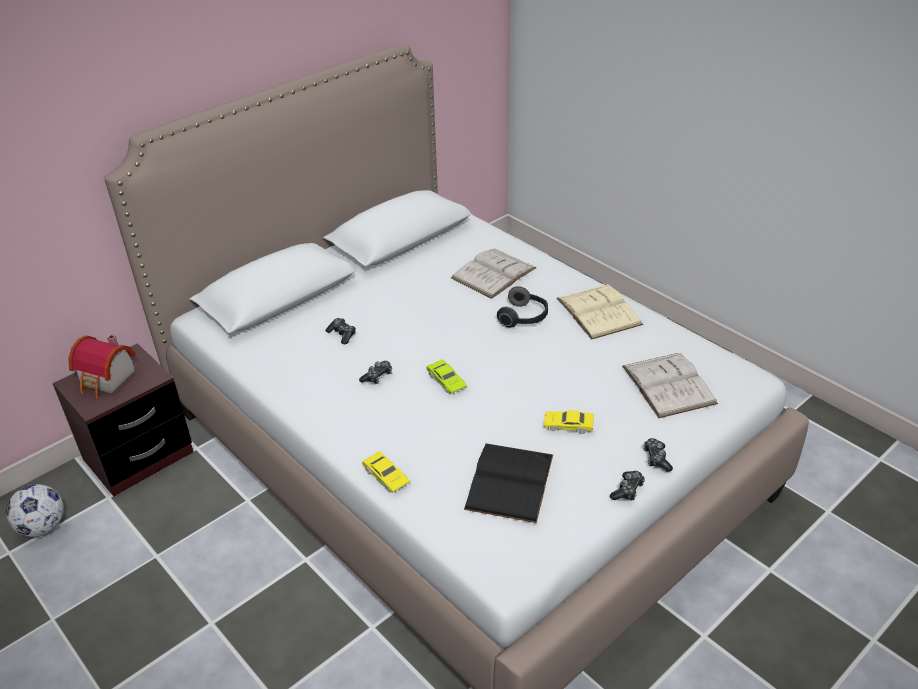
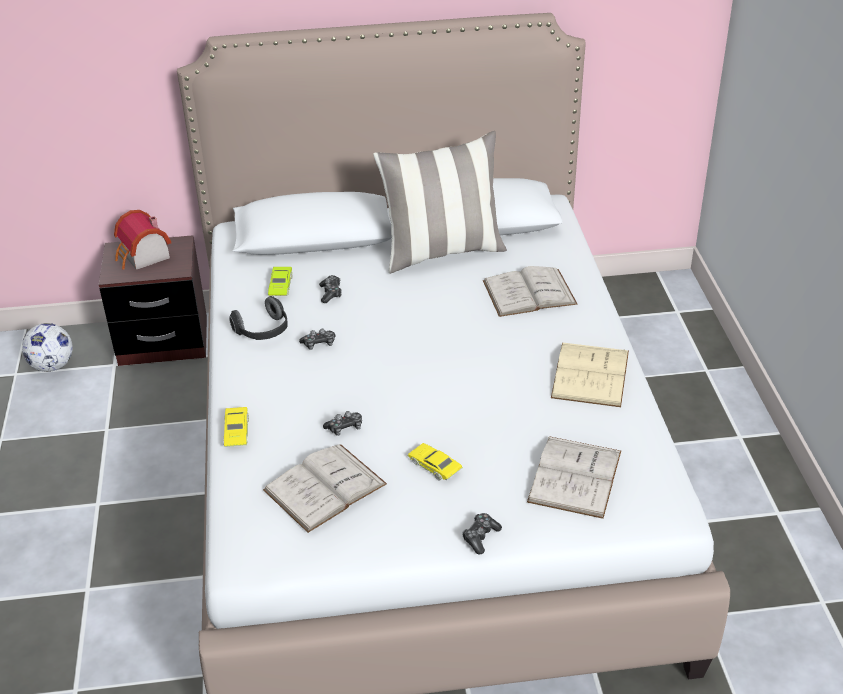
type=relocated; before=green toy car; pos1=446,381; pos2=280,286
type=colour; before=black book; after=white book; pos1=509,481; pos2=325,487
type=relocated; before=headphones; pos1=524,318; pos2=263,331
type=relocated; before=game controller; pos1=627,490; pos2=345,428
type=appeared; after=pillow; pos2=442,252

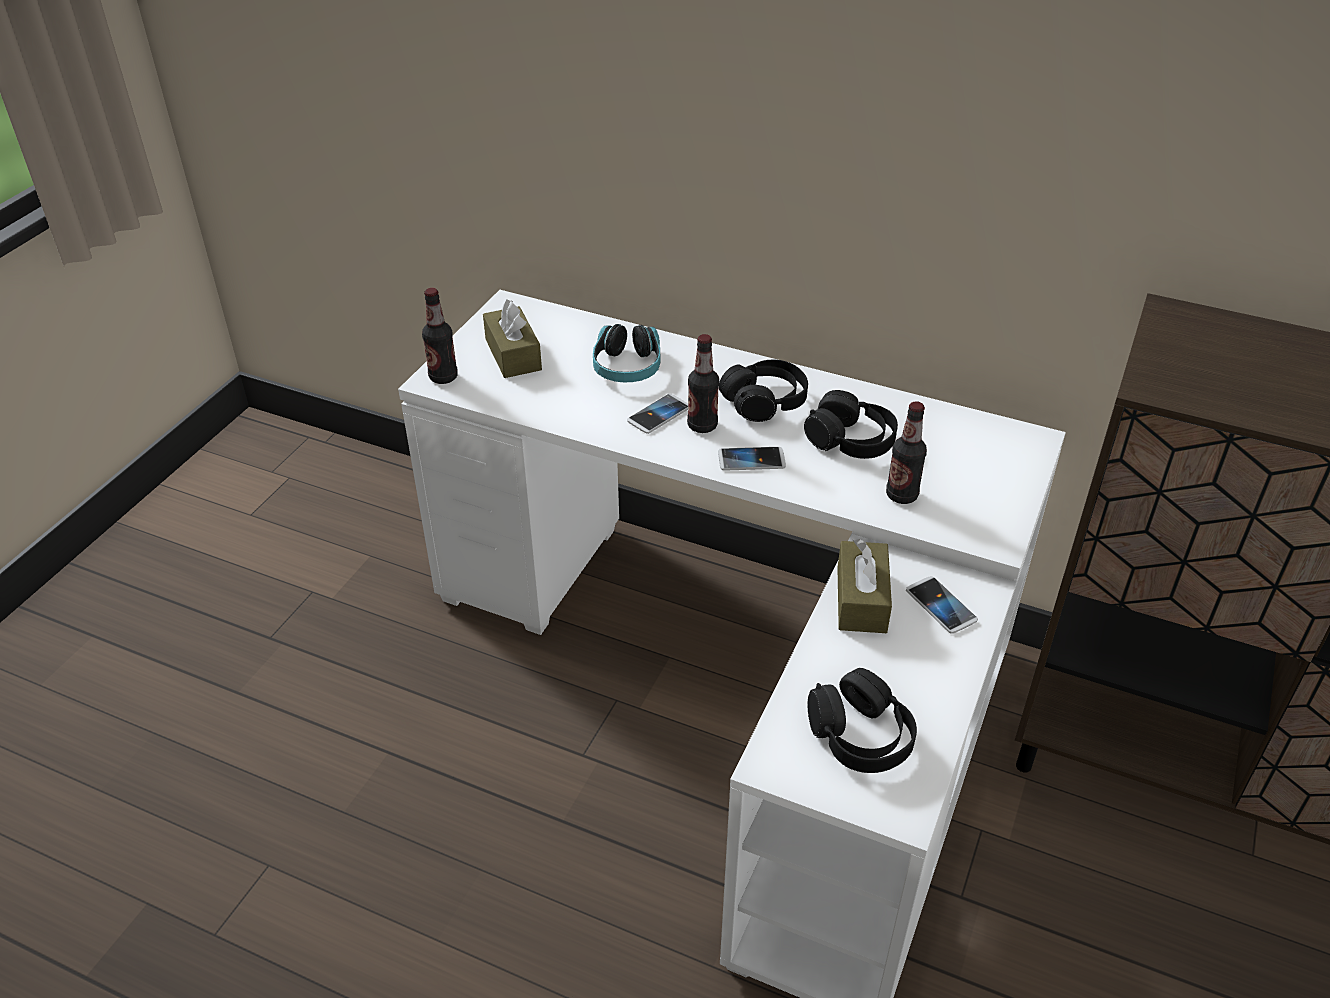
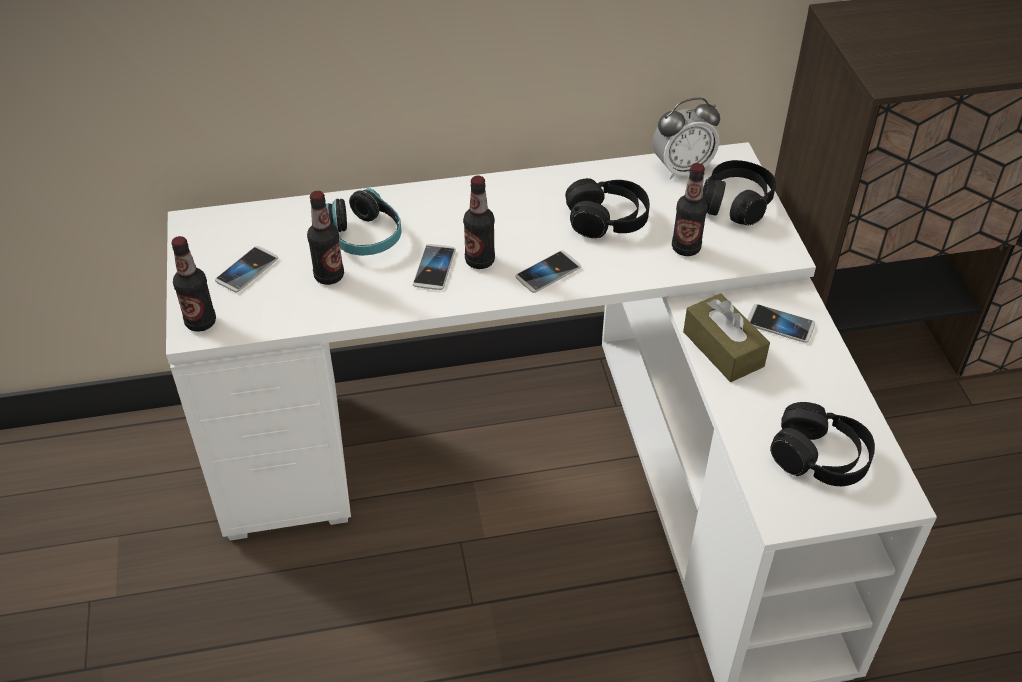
type=exchanged; before=brown tissue box; after=phone; pos1=513,354; pos2=247,270
type=relocated; before=black headphones; pos1=764,402; pos2=735,203
type=appeared; after=bottle; pos2=329,276
type=appeared; after=alarm clock; pos2=682,169

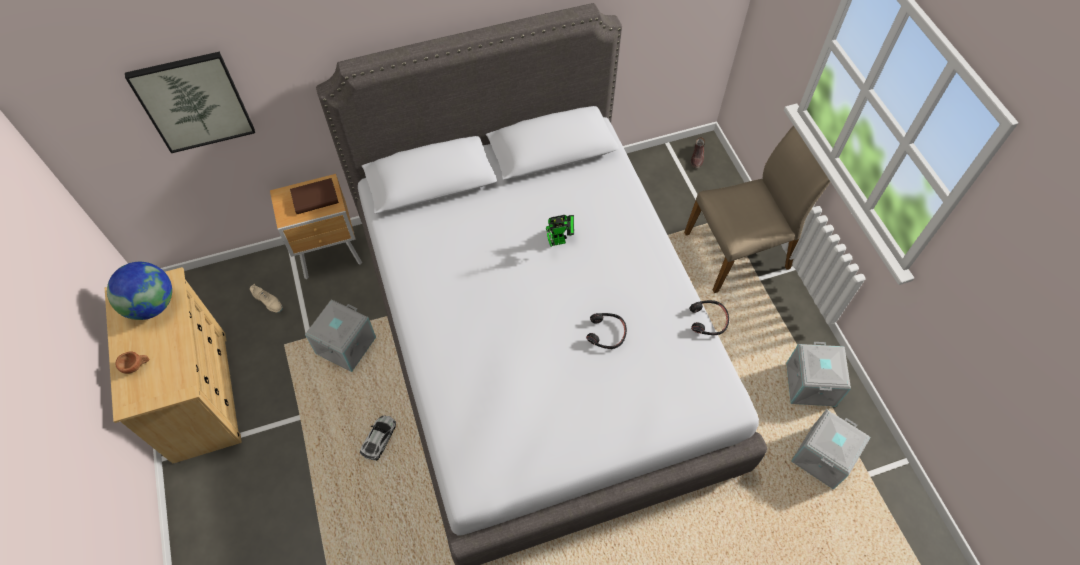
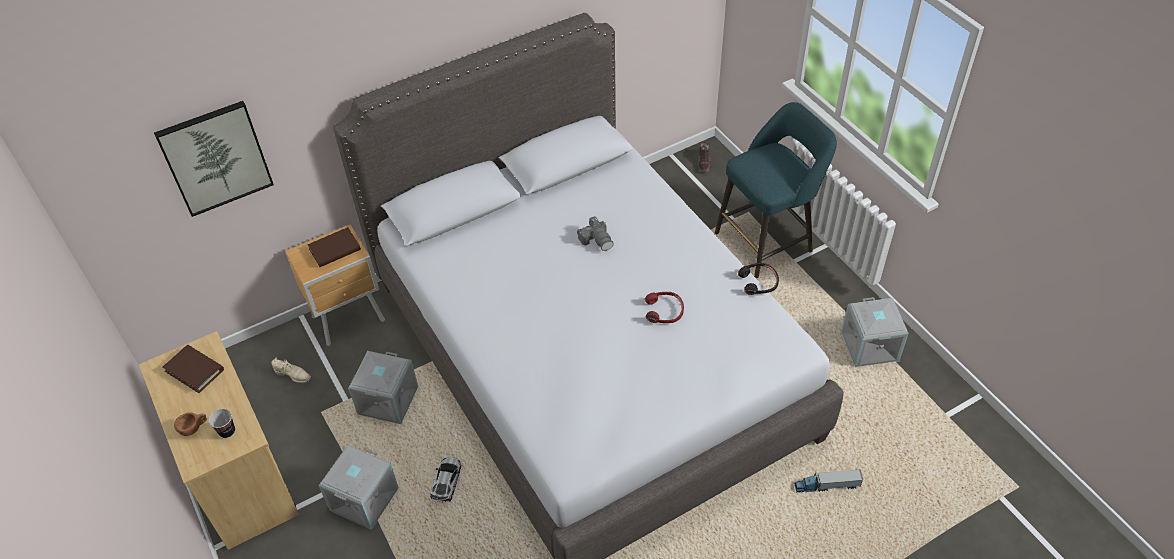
type=exchanged; before=globe; after=brown book; pos1=152,305; pos2=194,370
type=exchanged; before=toy robot; after=photo camera; pos1=560,241; pos2=597,240
type=colour; before=black headphones; after=red headphones; pos1=606,333; pos2=664,311
type=exchanged; before=beige chair; after=turquoise stool; pos1=738,251; pos2=768,240
type=relocated; before=grey storage box; pos1=821,456; pos2=363,498
type=appeared; after=cup; pos2=227,431
type=appeared; after=toy truck; pos2=827,486

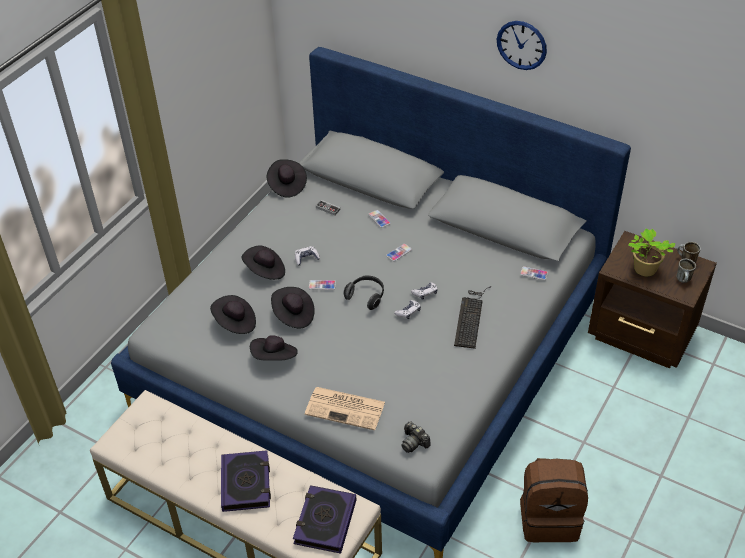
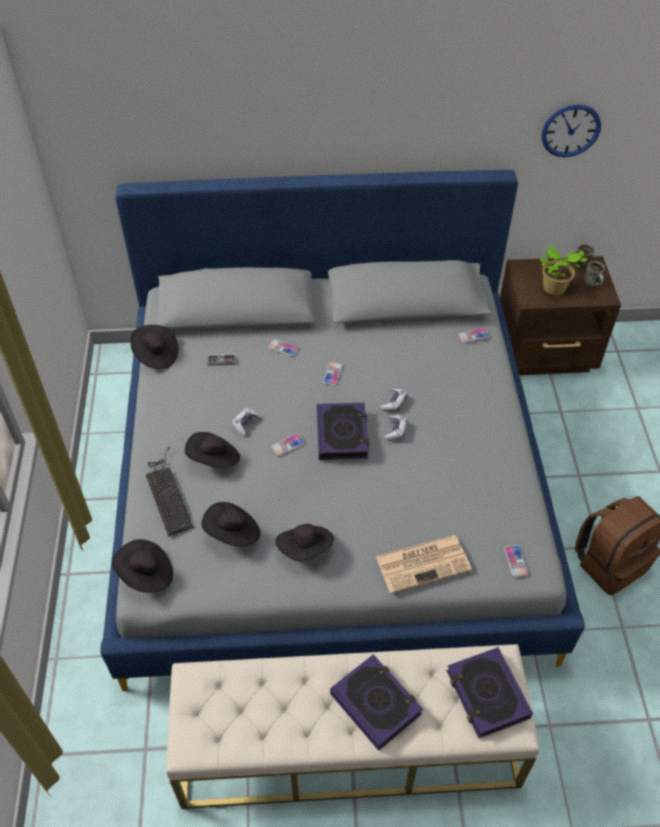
type=relocated; before=black hat; pos1=293,315; pos2=146,574
type=exchanged; before=headphones; after=book; pos1=366,296; pos2=342,434
type=exchanged; before=photo camera; after=phone; pos1=414,442; pos2=516,561
type=relocated; before=keyboard; pos1=470,317; pos2=167,493
type=relocated; before=wall clock; pos1=521,45; pos2=570,130

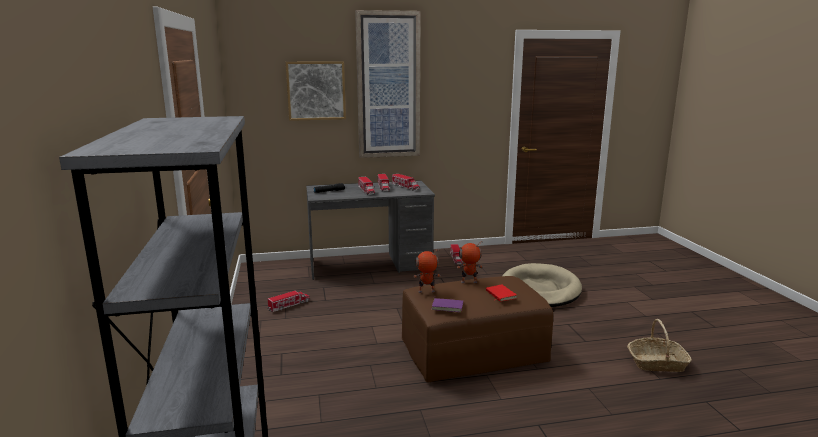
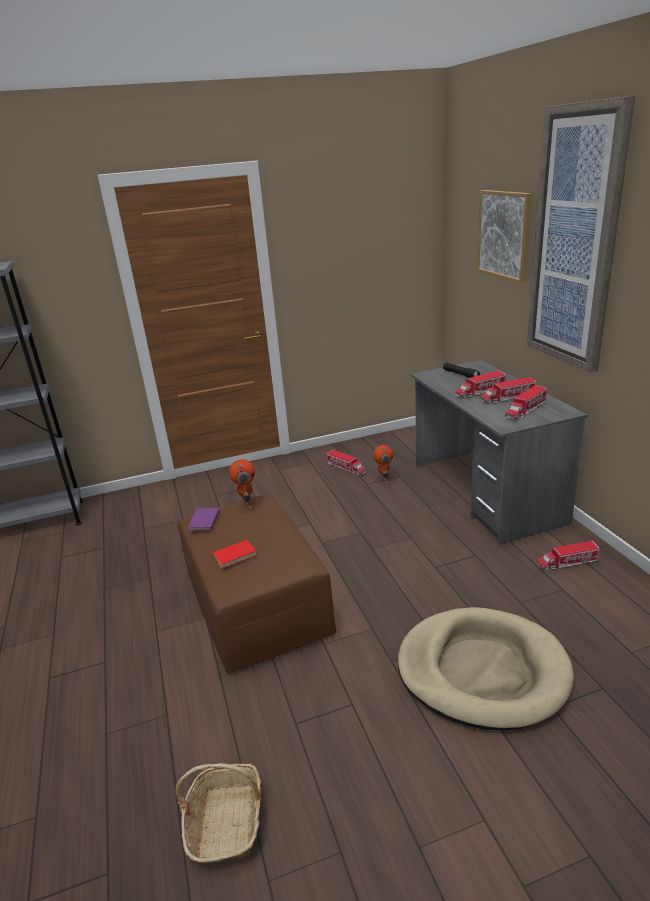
type=relocated; before=toy robot; pos1=469,282; pos2=383,480

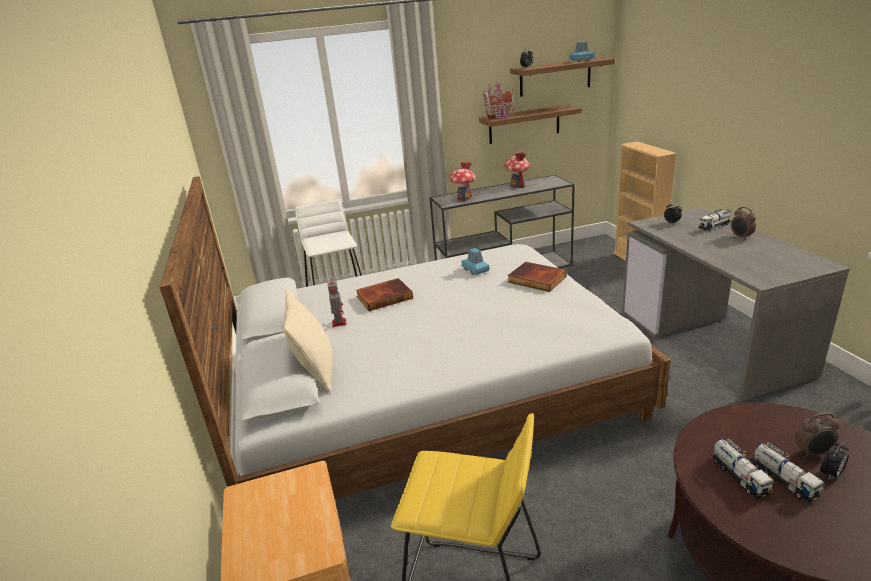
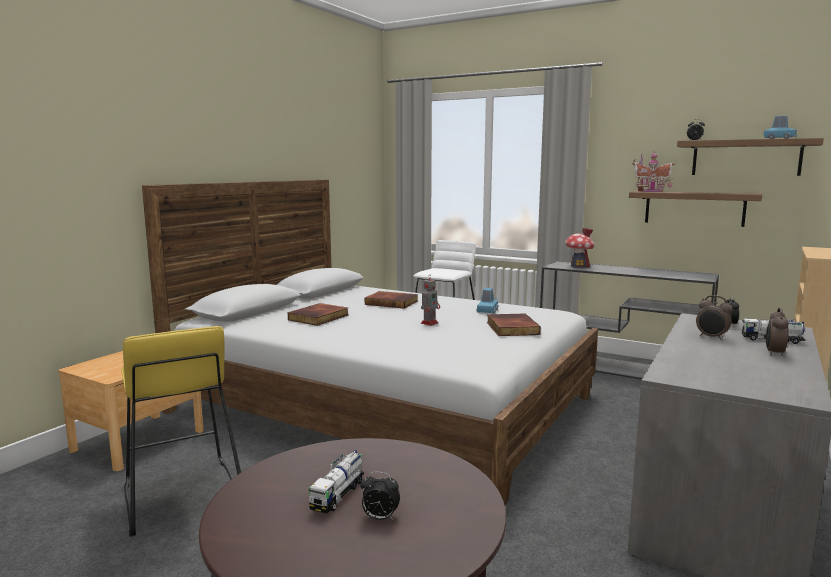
type=missing; before=beige pillow; pos1=316,371
type=relocated; before=toy robot; pos1=339,322; pos2=430,323
type=missing; before=toy house; pos1=517,185
type=missing; before=toy truck; pos1=738,476
type=relocated; before=alarm clock; pos1=812,453; pos2=711,337
type=appeared; after=book; pos2=319,318

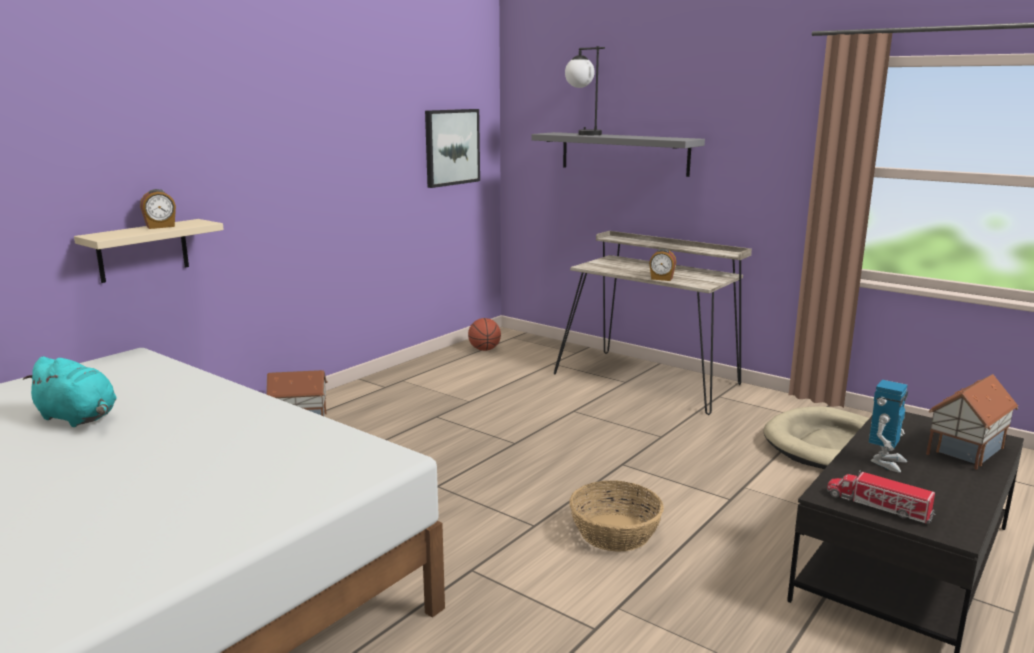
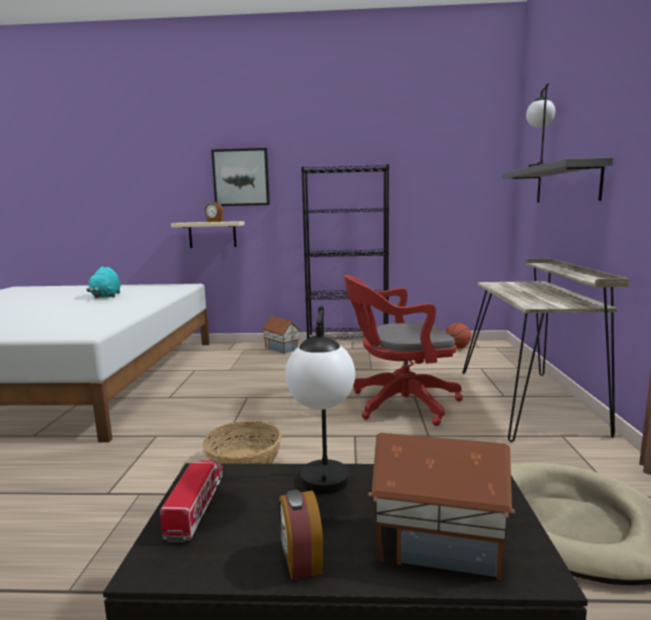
type=relocated; before=picture; pos1=451,147; pos2=241,177
type=relocated; before=alarm clock; pos1=661,279; pos2=300,560
type=exchanged; before=toy robot; after=table lamp; pos1=885,462; pos2=324,492
type=appeared; after=black bookcase; pos2=347,347
type=appeared; after=red office chair; pos2=398,404

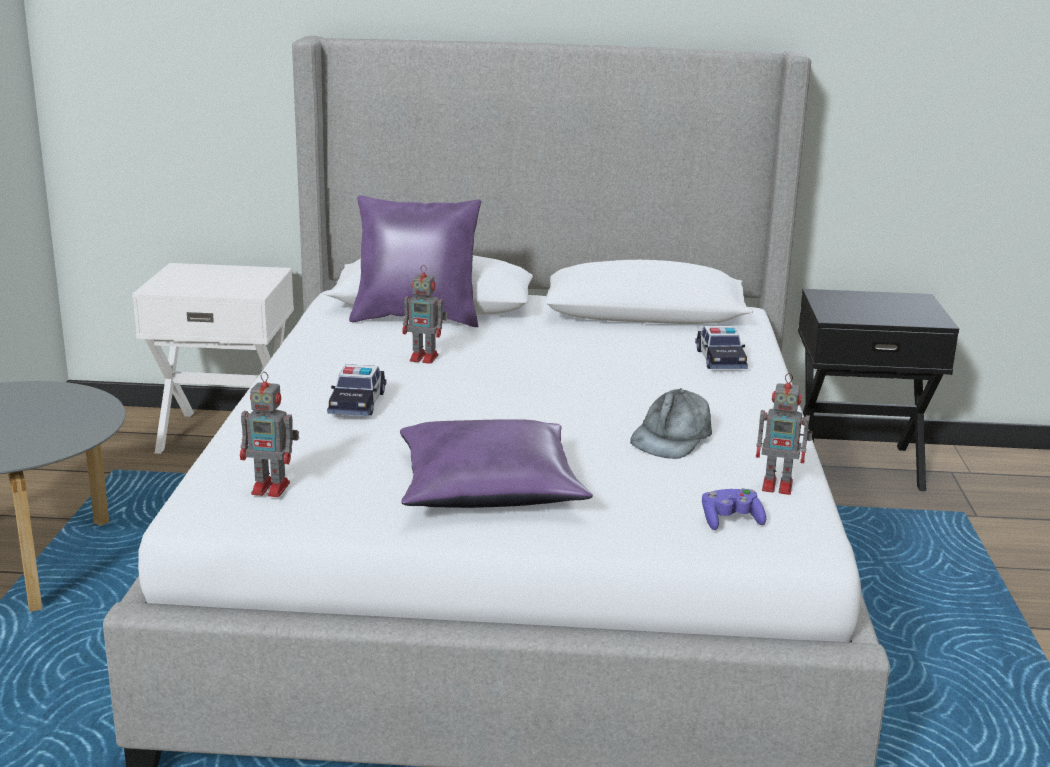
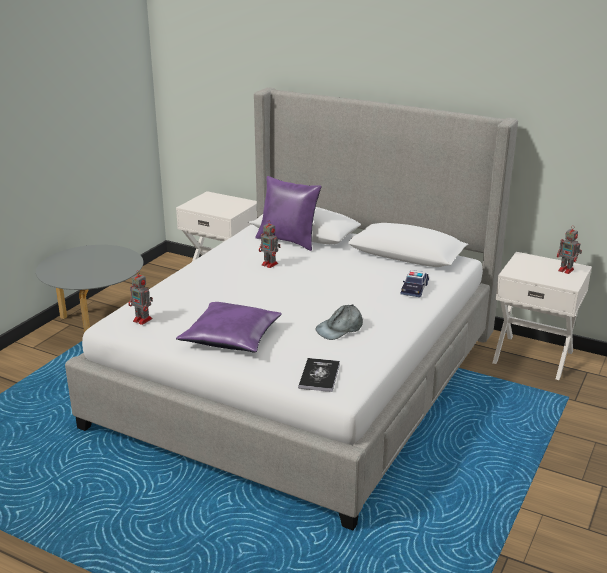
type=missing; before=toy car; pos1=358,403
type=exchanged; before=purple game controller; after=book; pos1=730,521; pos2=319,376
type=relocated; before=toy robot; pos1=779,486; pos2=566,270
type=colour; before=black nightstand; after=white nightstand; pos1=856,464; pos2=533,356

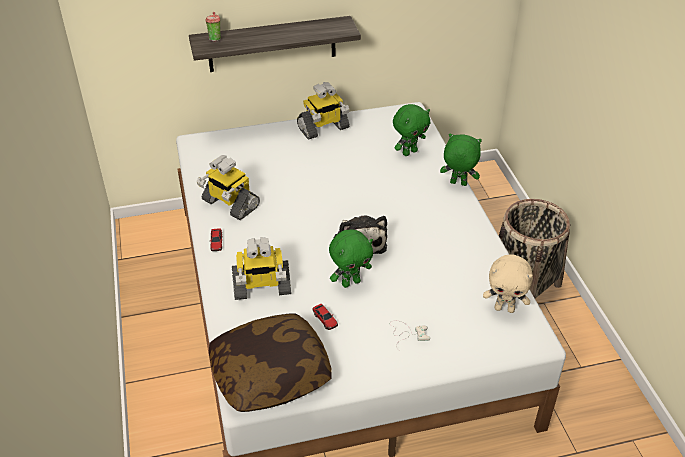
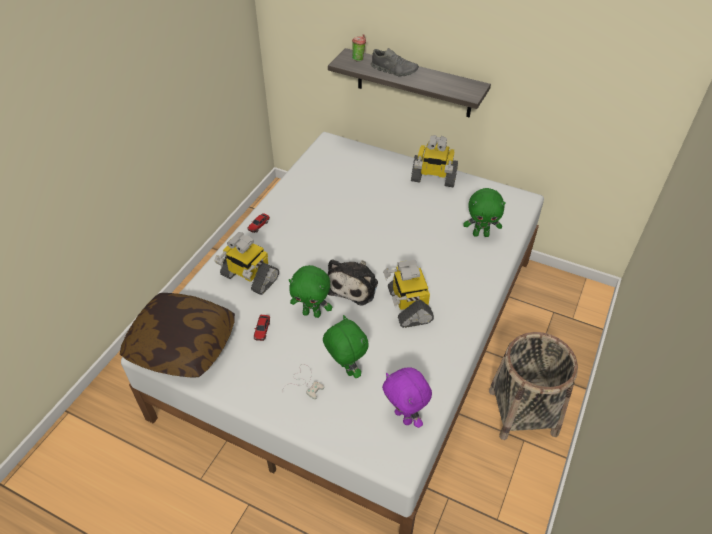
type=relocated; before=toy robot; pos1=229,204; pos2=408,305
type=relocated; before=green plush toy; pos1=458,184; pos2=345,369
type=colour; before=beige plush toy; after=purple plush toy; pos1=504,308; pos2=404,417
type=appeared; after=grey shoe; pos2=394,70

